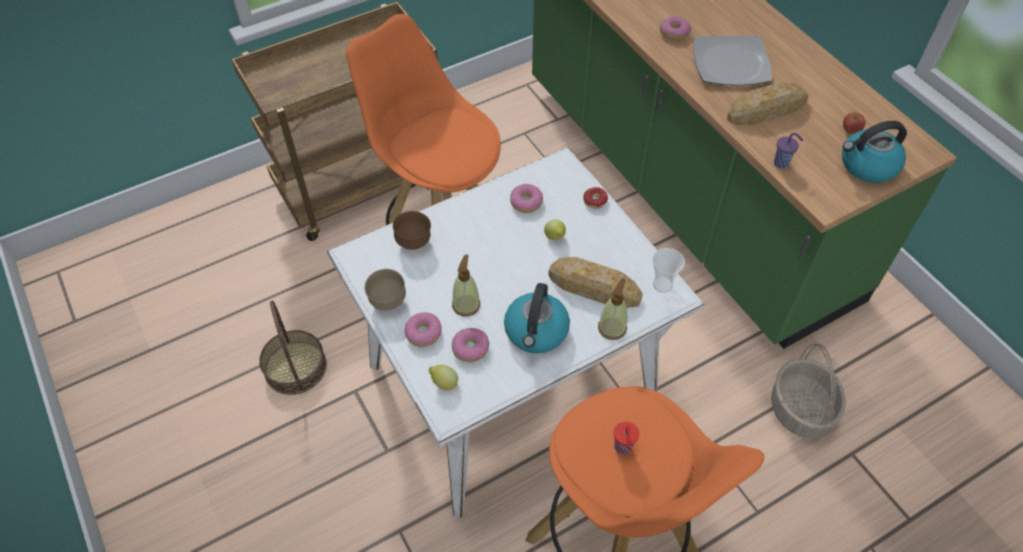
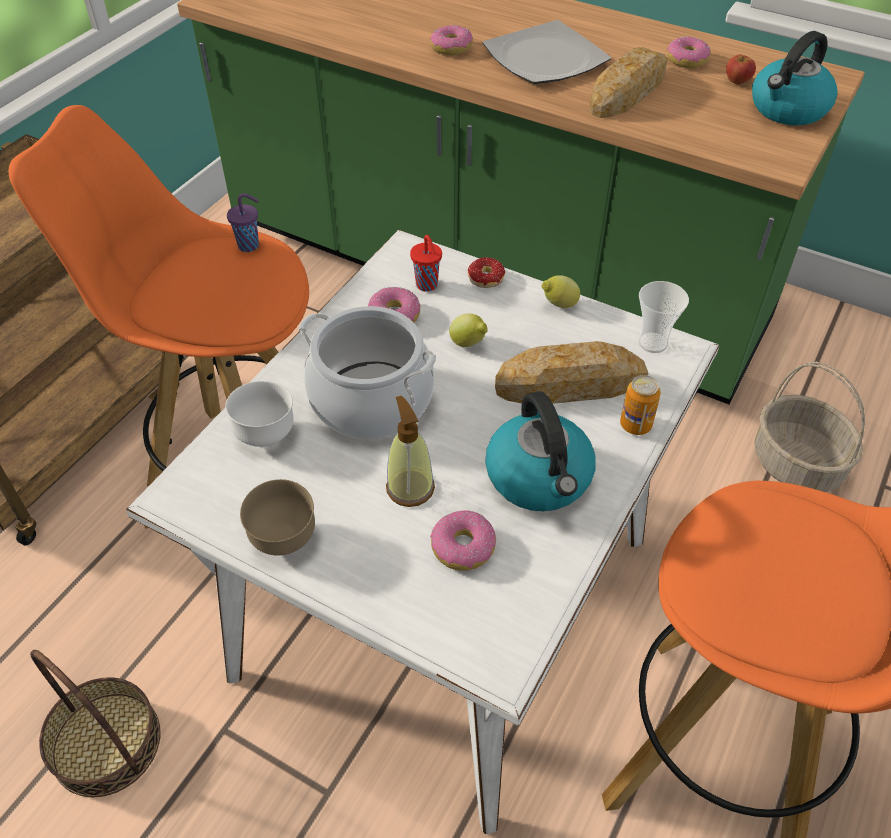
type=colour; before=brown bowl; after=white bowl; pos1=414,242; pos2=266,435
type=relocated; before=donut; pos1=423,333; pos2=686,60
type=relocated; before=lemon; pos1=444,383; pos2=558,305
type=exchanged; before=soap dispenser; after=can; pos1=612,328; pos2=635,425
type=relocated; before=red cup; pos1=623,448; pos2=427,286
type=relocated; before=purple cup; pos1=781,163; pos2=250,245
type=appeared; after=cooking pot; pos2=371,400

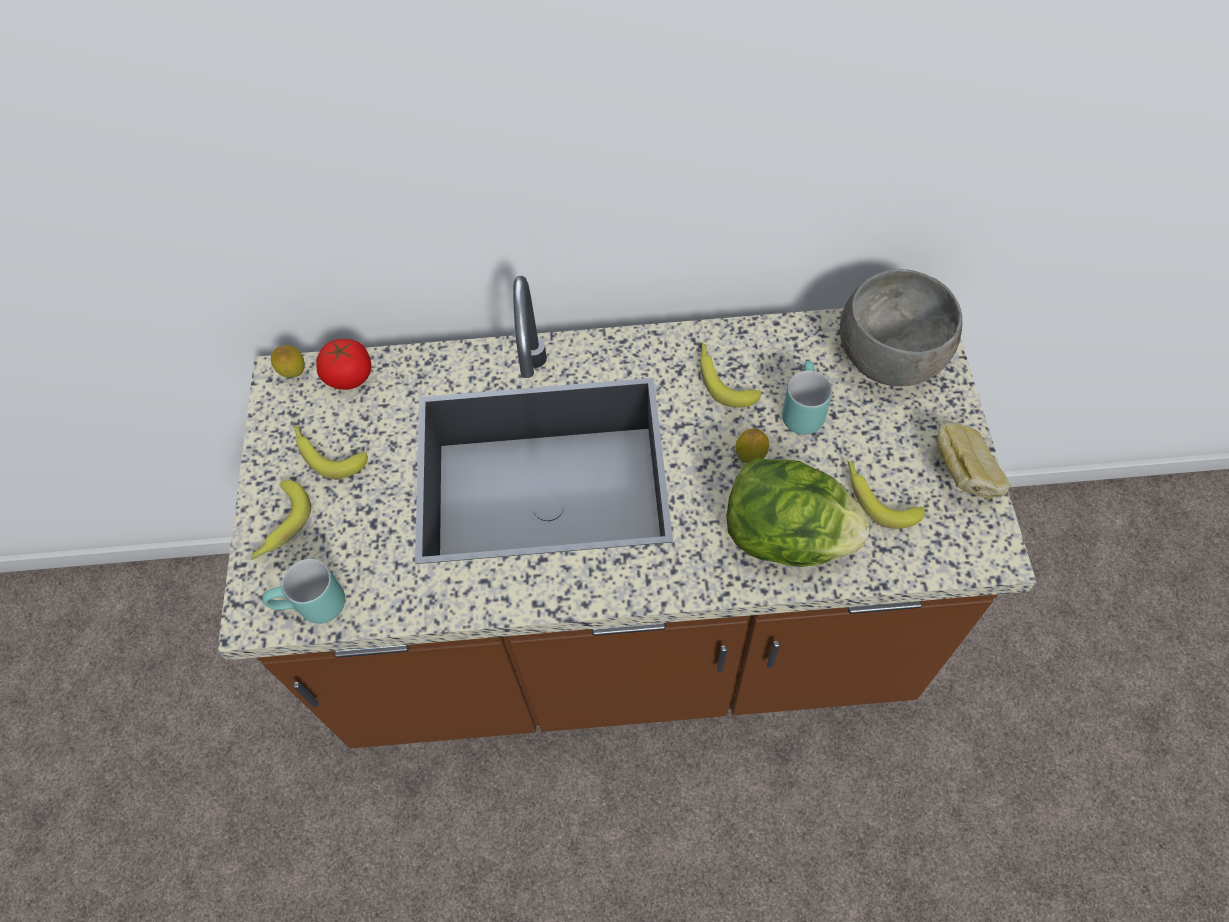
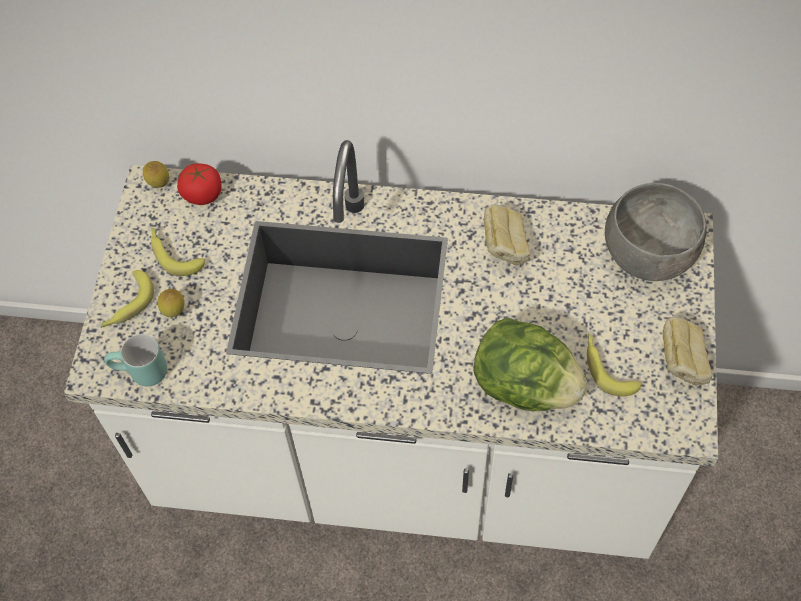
type=colour; before=brown counter; after=white counter; pos1=626,636; pos2=407,457
type=exchanged; before=banana; after=bread; pos1=723,379; pos2=504,248
type=relocated; before=lemon; pos1=750,458; pos2=174,312
type=missing; before=turquoise mug; pos1=799,409

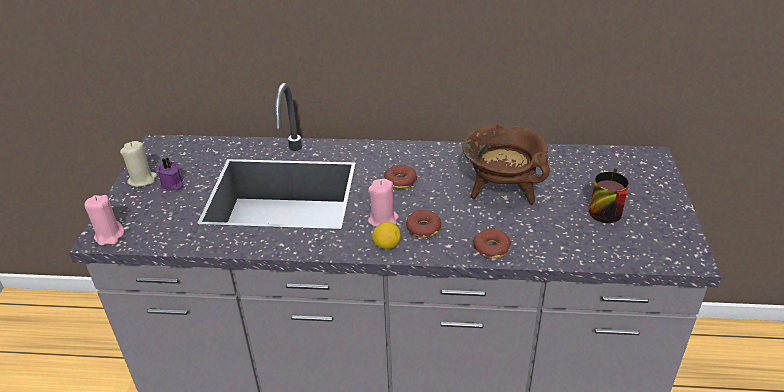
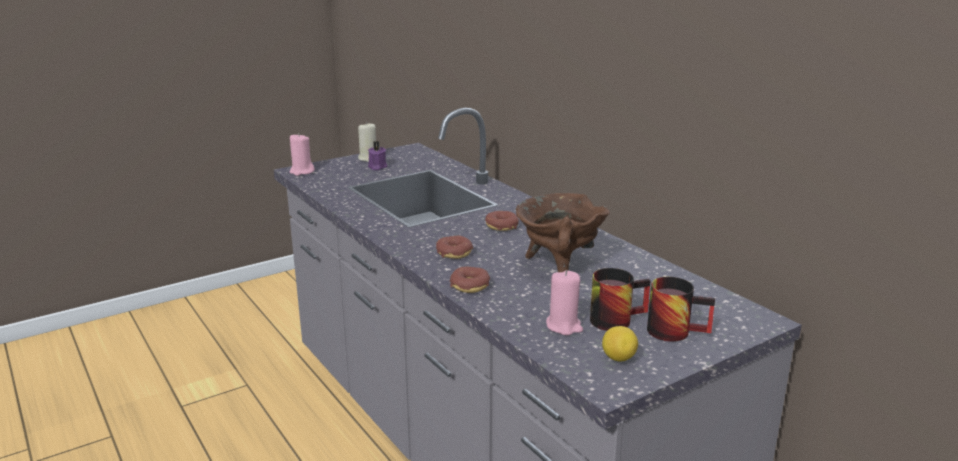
type=relocated; before=pink candle; pos1=383,220; pos2=564,326
type=relocated; before=lemon; pos1=386,245; pos2=618,358
type=appeared; after=mug; pos2=676,330

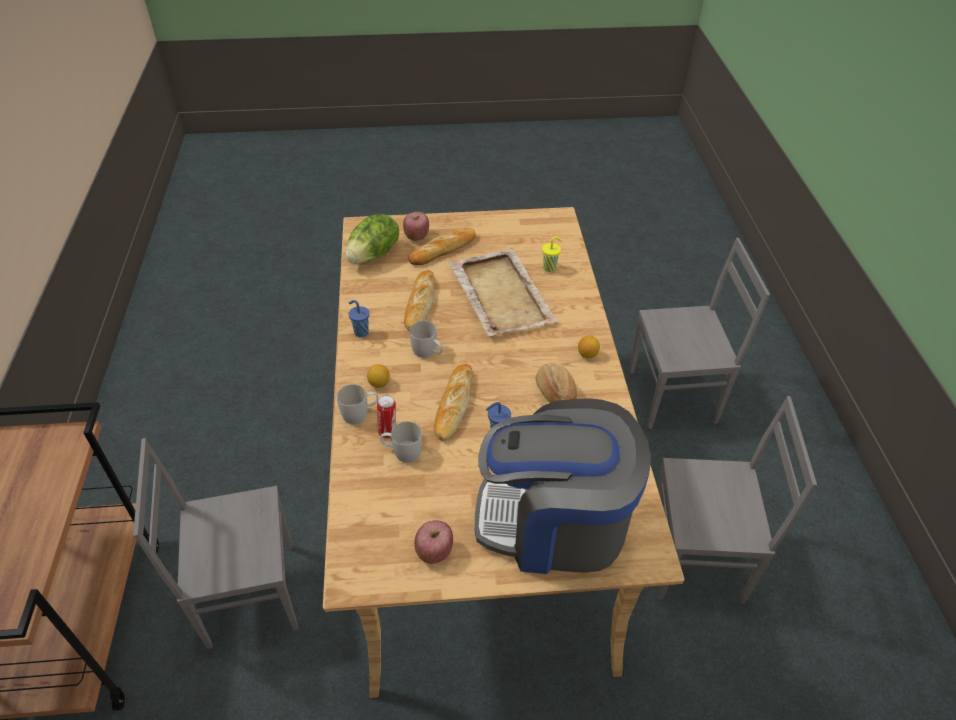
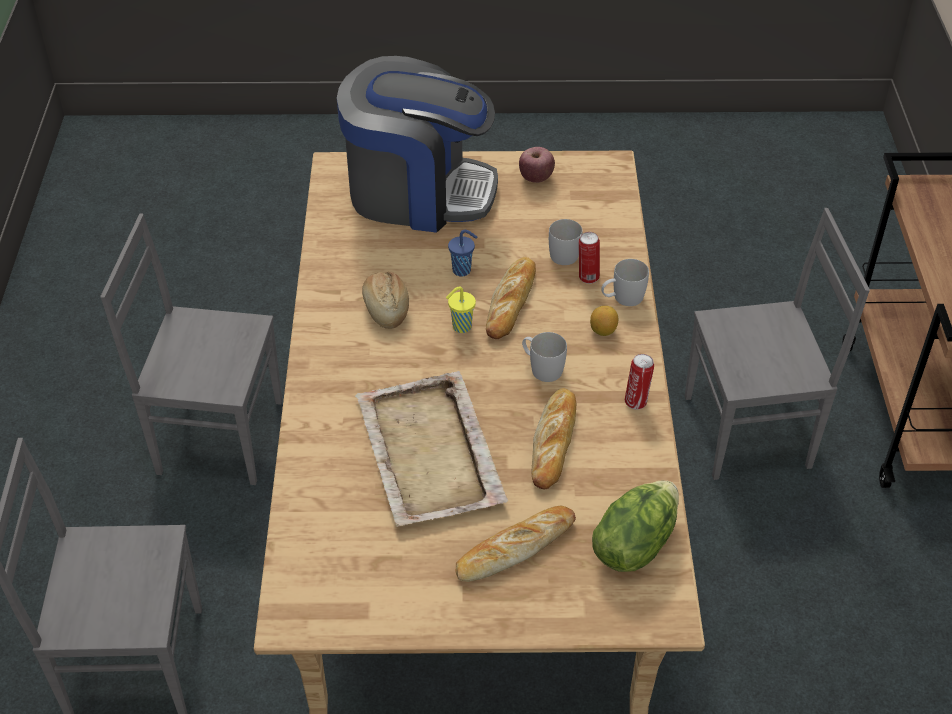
type=exchanged; before=blue cup; after=can; pos1=360,332; pos2=636,401
type=missing; before=apple; pos1=416,236
type=relocated; before=yellow cup; pos1=550,268; pos2=460,327
type=missing; before=lemon; pos1=587,354

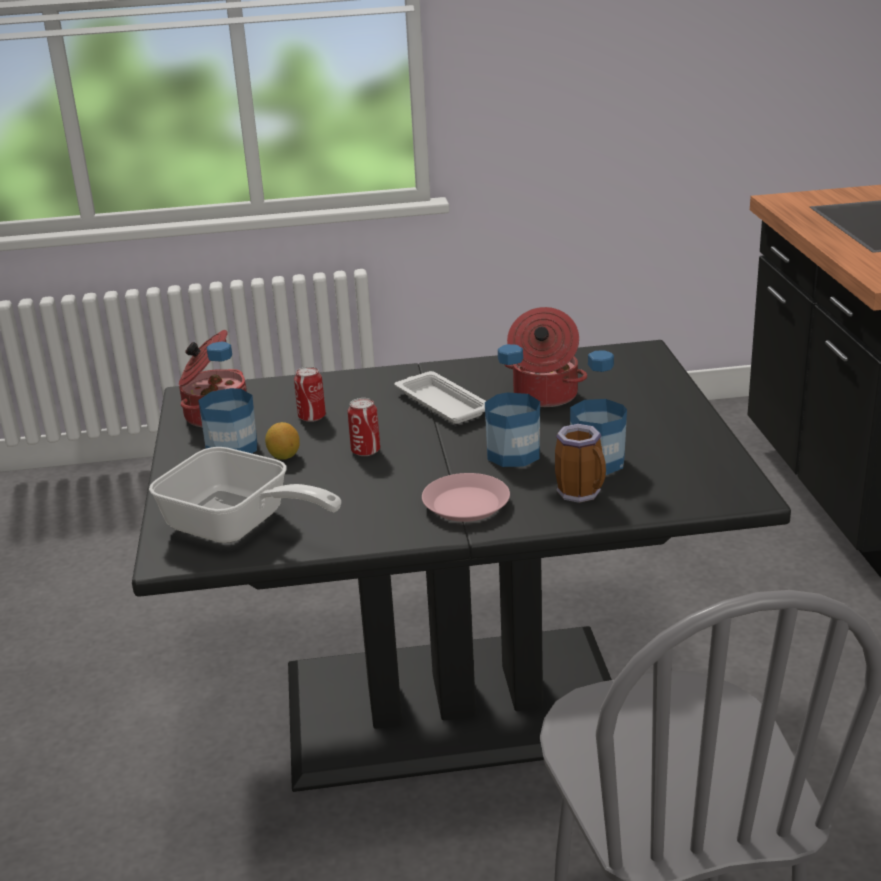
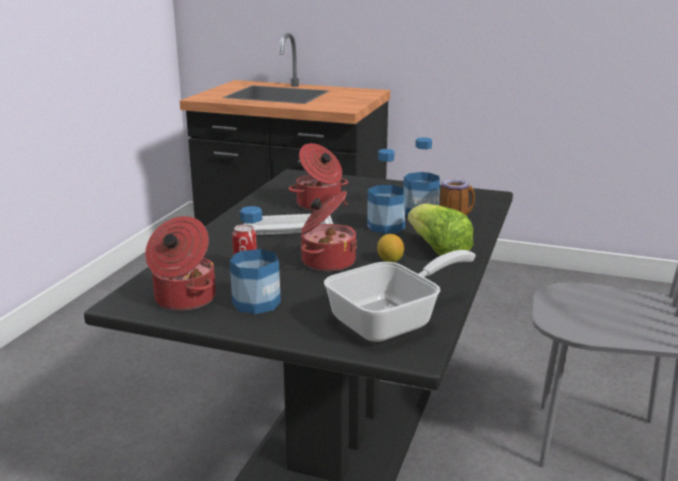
type=relocated; before=lemon; pos1=284,456; pos2=390,260
type=exchanged; before=can; after=cooking pot; pos1=365,451; pos2=327,261
type=exchanged; before=pink plate; after=lettuce; pos1=465,505; pos2=437,250

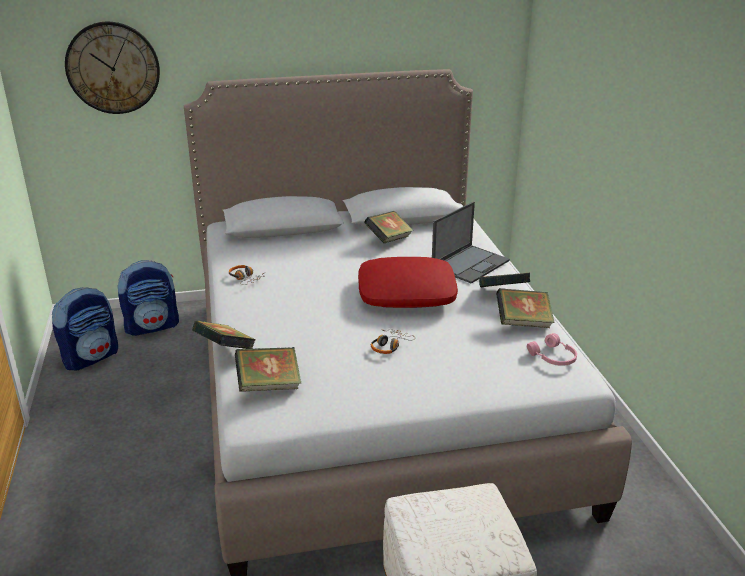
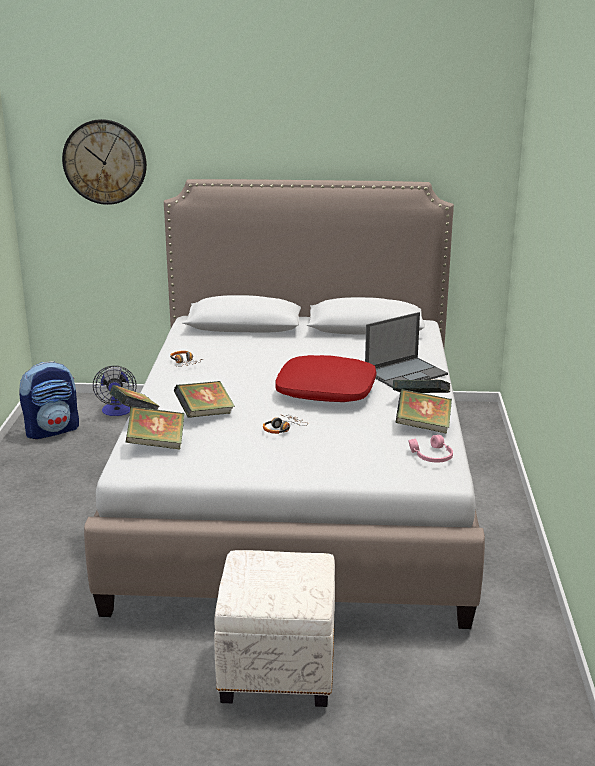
type=exchanged; before=backpack; after=fan; pos1=152,326; pos2=117,412
type=relocated; before=book; pos1=388,240; pos2=205,414

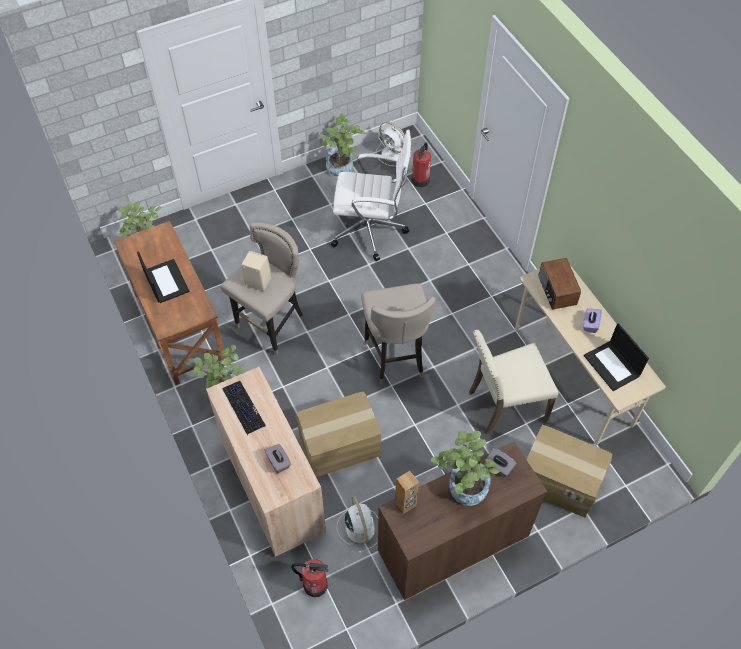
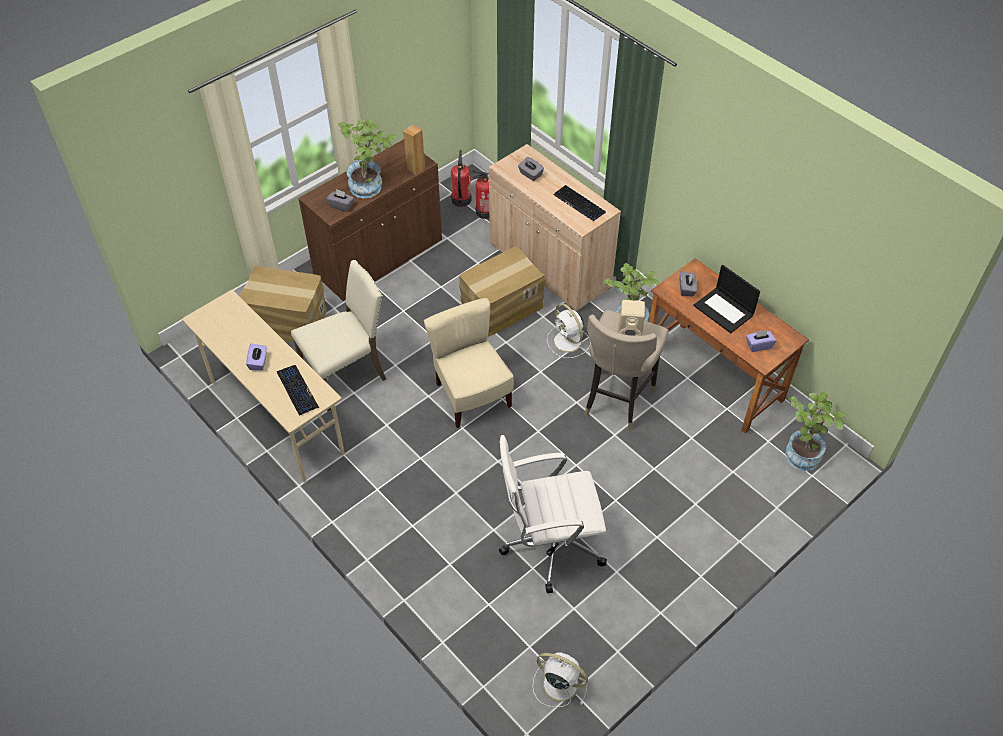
type=missing; before=potted plant; pos1=342,170
type=relocated; before=white fan; pos1=359,528; pos2=568,342
type=exchanged; before=beige stool; after=beige chair; pos1=395,357; pos2=471,396
type=relocated; before=fire extinguisher; pos1=420,180; pos2=461,200
type=exchanged; before=radio; after=keyboard; pos1=556,291; pos2=297,390
type=missing; before=laptop; pos1=612,366
type=appeared; after=grey tissue box; pos2=686,289
type=appeared; after=purple tissue box; pos2=758,345

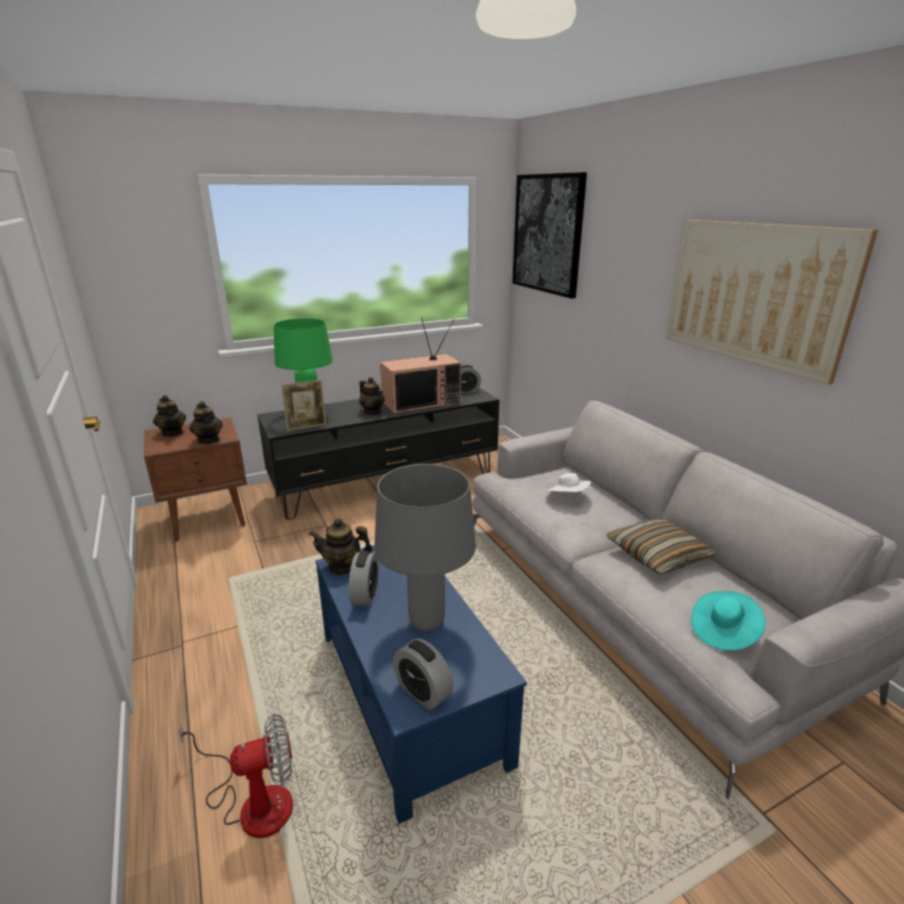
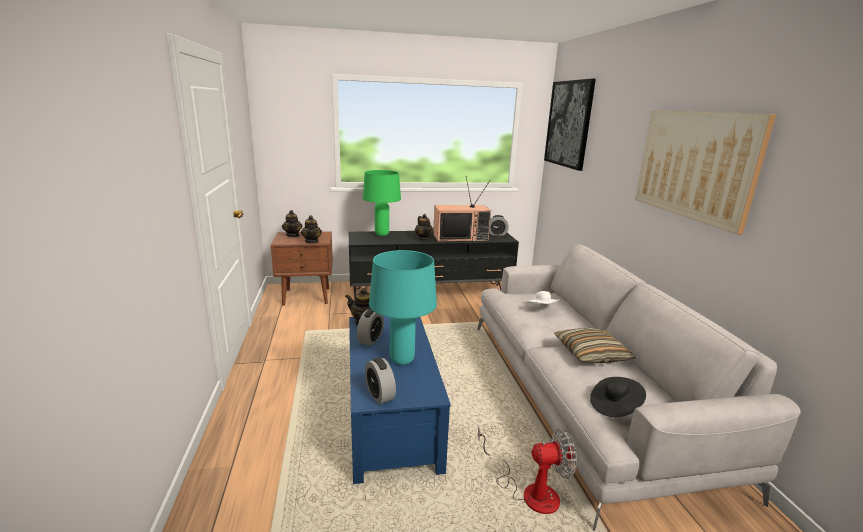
type=relocated; before=fan; pos1=253,801; pos2=529,491
type=missing; before=picture frame; pos1=306,427
type=colour; before=grey table lamp; after=turquoise table lamp; pos1=427,621; pos2=402,360
type=colour; before=turquoise hat; after=black hat; pos1=723,632; pos2=615,406

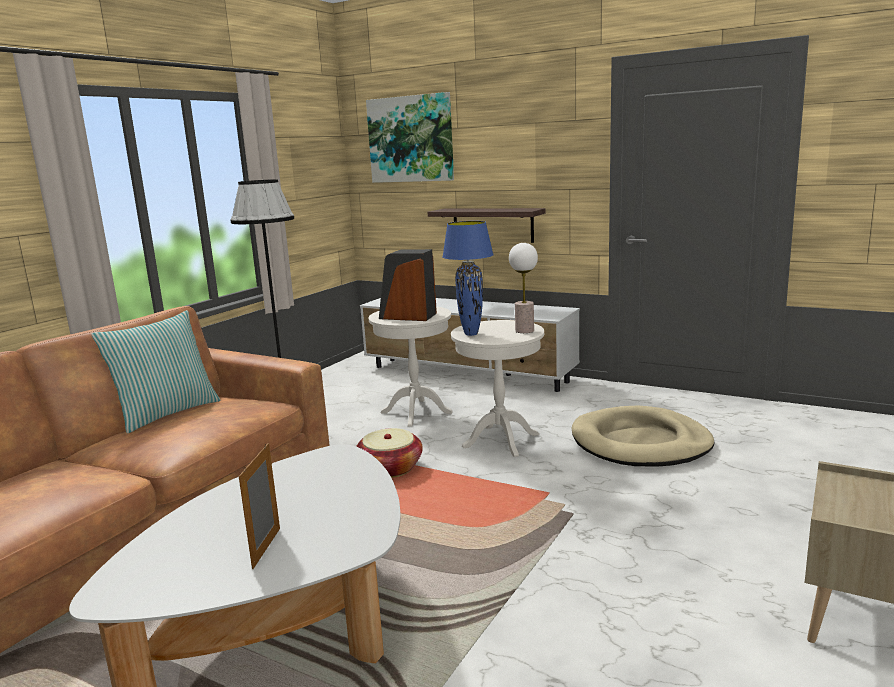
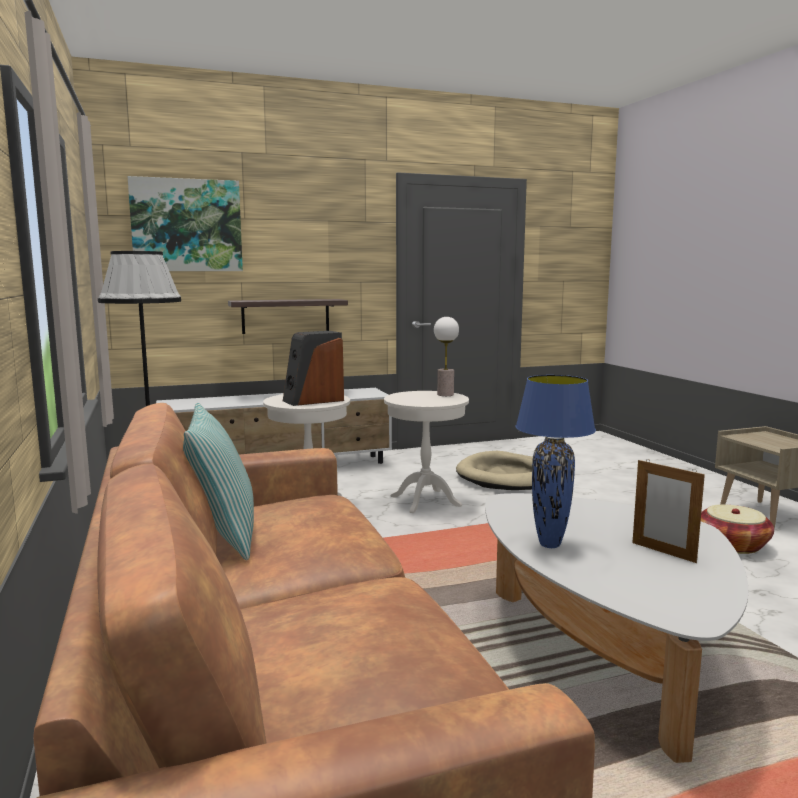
type=relocated; before=basket; pos1=390,468; pos2=733,545
type=relocated; before=blue table lamp; pos1=470,334; pos2=550,545

